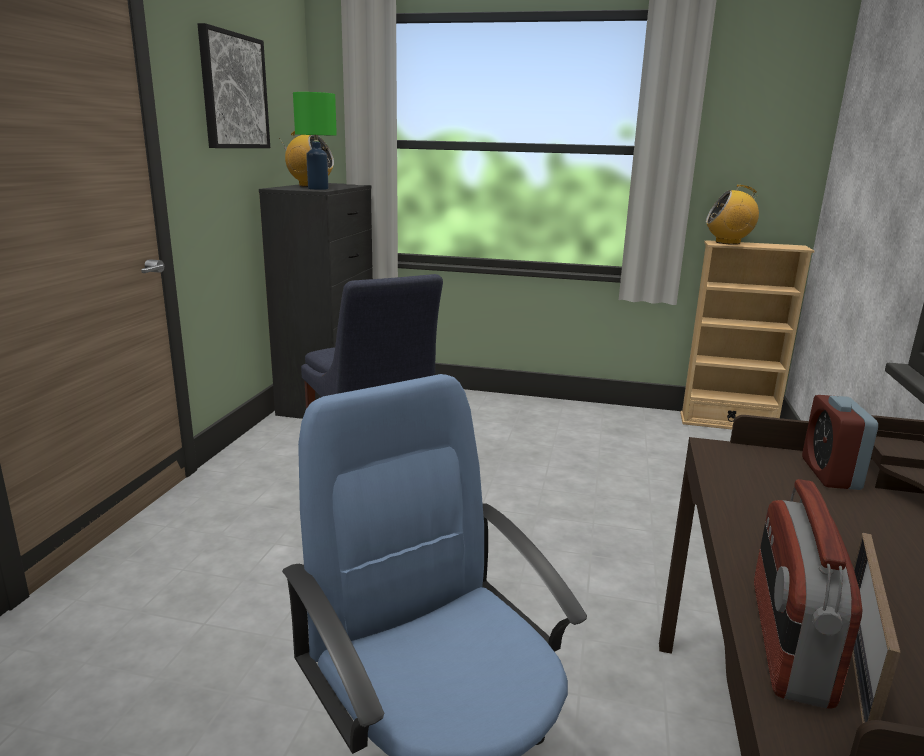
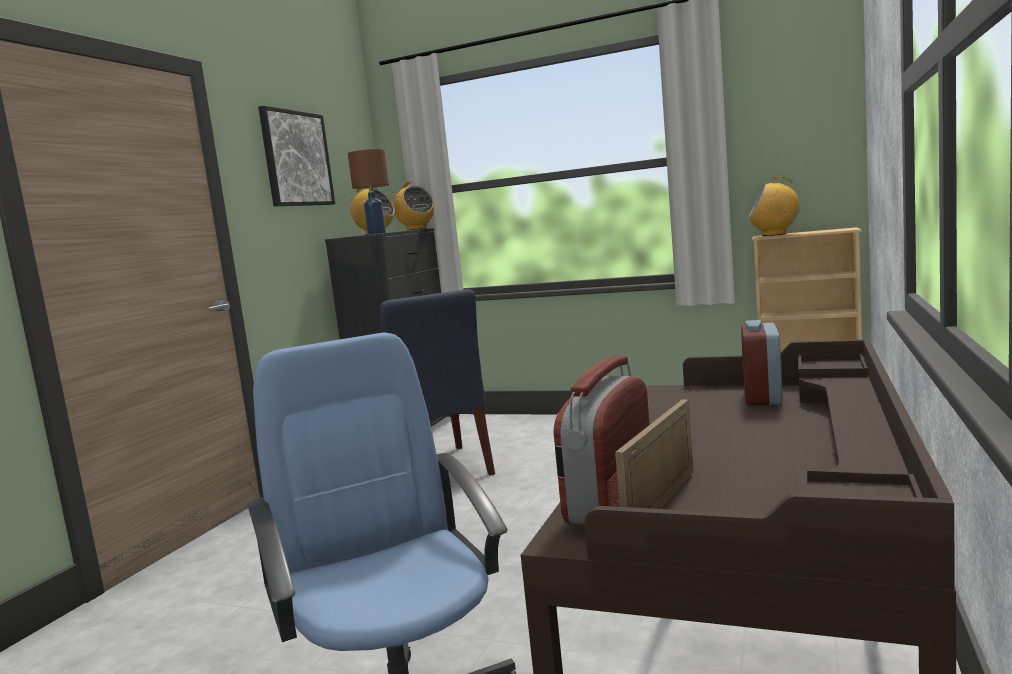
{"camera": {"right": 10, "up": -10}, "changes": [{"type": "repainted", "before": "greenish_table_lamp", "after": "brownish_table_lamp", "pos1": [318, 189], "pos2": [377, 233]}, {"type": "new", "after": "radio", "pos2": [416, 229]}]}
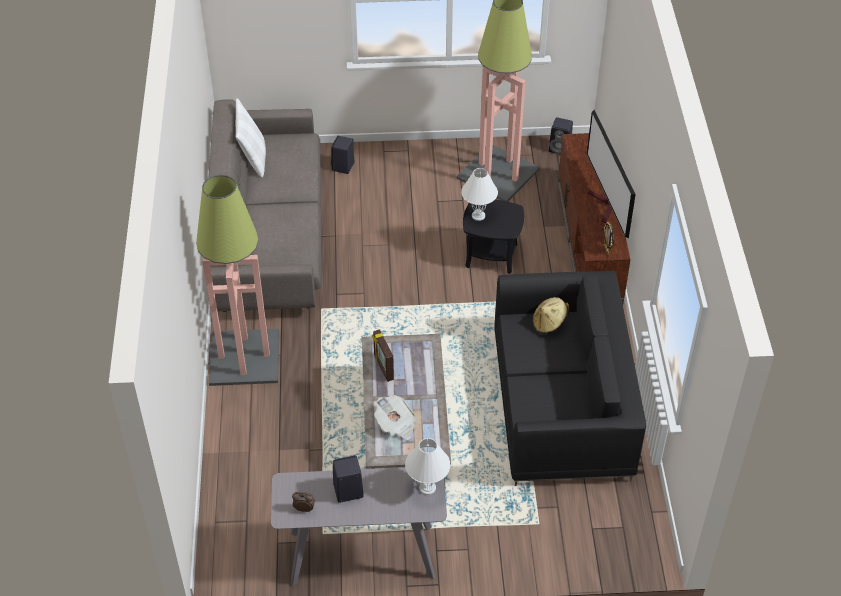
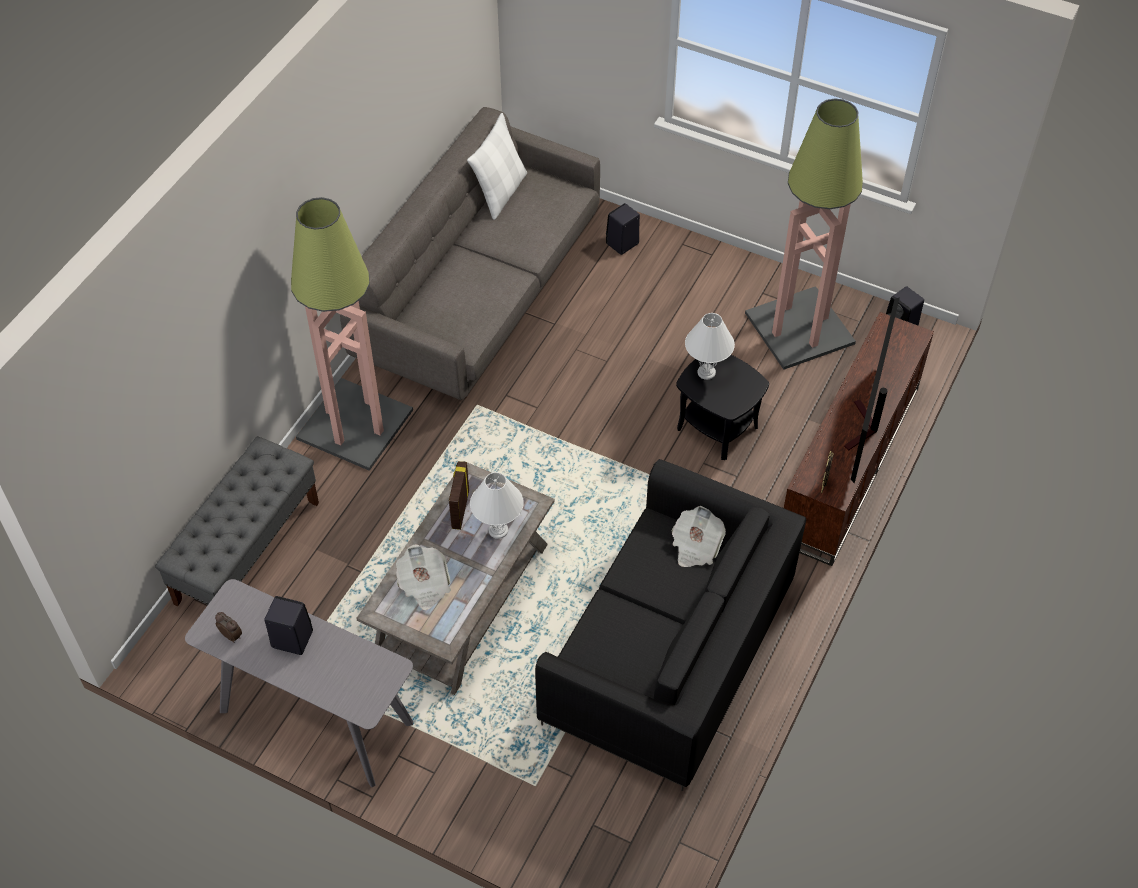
{"camera": {"right": 30, "up": 5}, "changes": [{"type": "new", "after": "greyish_indoor_bench", "pos2": [248, 552]}, {"type": "shifted", "before": "whitish_table_lamp", "pos1": [428, 487], "pos2": [499, 530]}, {"type": "swapped", "before": "beige_clothing_hat", "after": "printed_paper", "pos1": [549, 323], "pos2": [695, 546]}]}
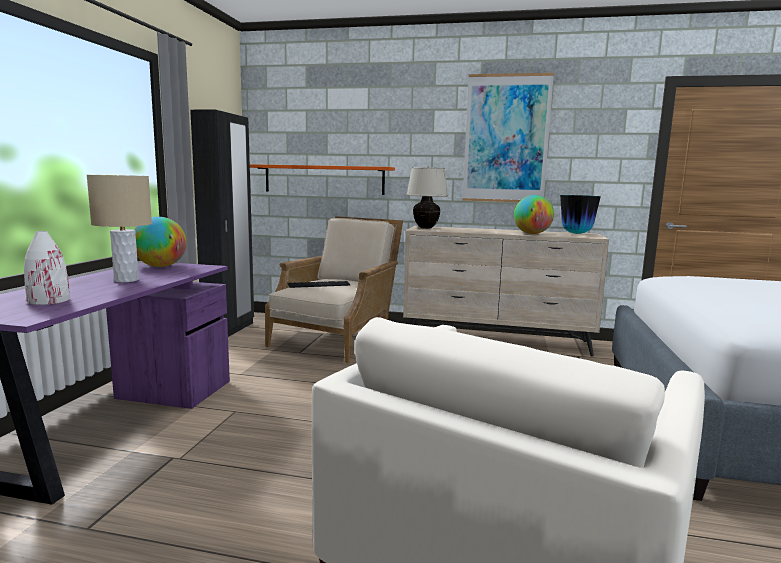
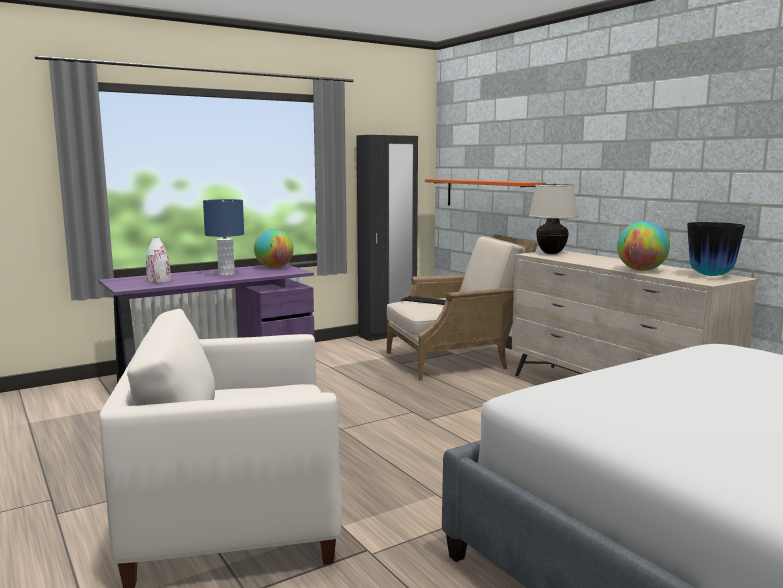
{"camera": {"right": 45, "up": 0}, "changes": [{"type": "repainted", "before": "beige_table_lamp", "after": "blue_table_lamp", "pos1": [127, 280], "pos2": [226, 274]}, {"type": "gone", "before": "wall_picture", "pos1": [506, 139]}]}
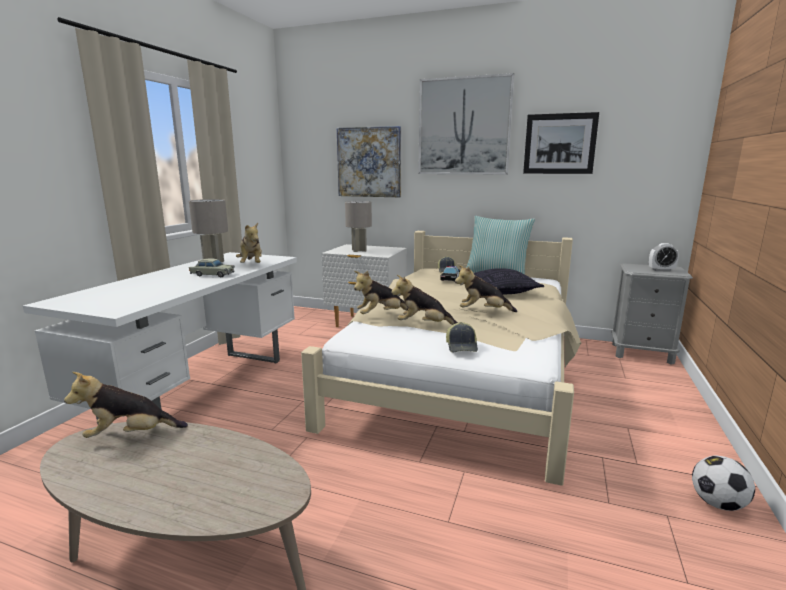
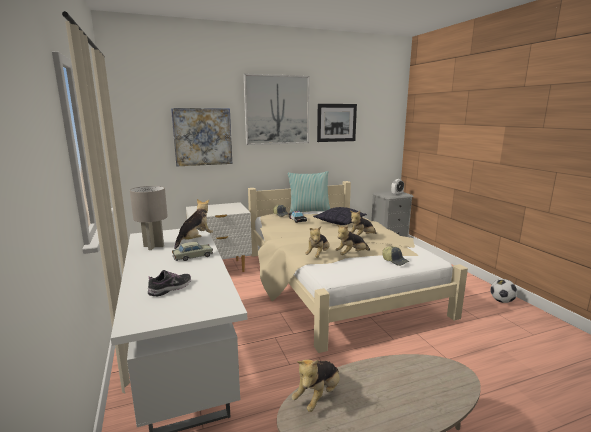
{"camera": {"right": -40, "up": 0}, "changes": [{"type": "new", "after": "shoe", "pos2": [171, 288]}, {"type": "rotated", "before": "soft_toy", "pos1": [251, 265], "pos2": [195, 240], "turn": -90}, {"type": "gone", "before": "greyish_table_lamp", "pos1": [359, 250]}]}
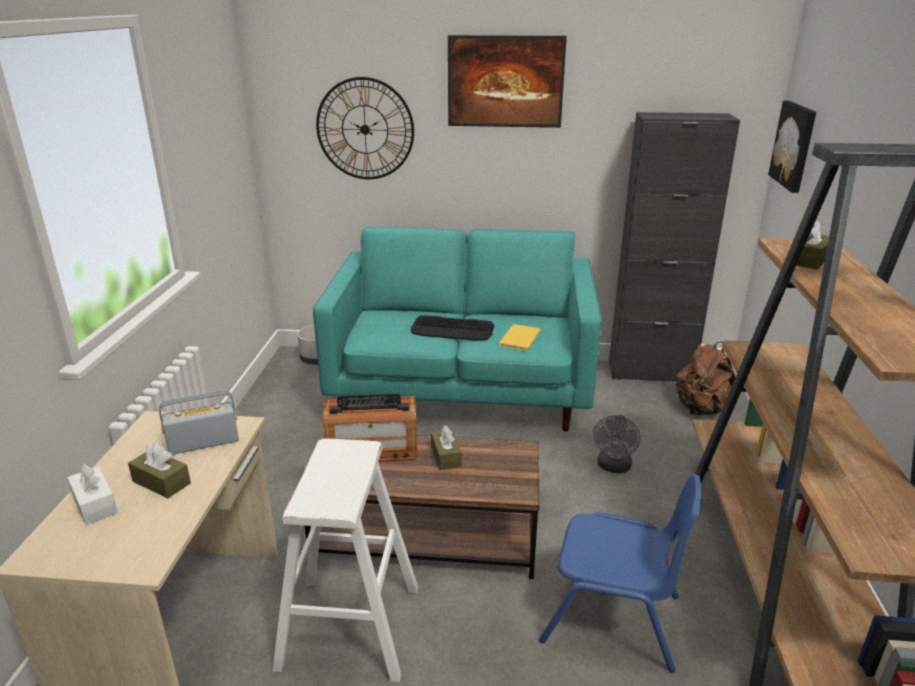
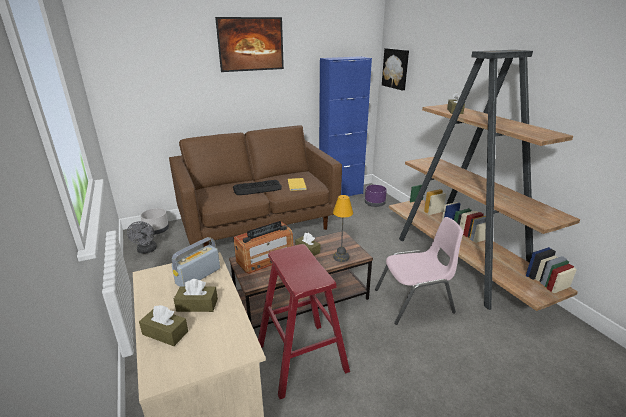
{"camera": {"right": -30, "up": 0}, "changes": [{"type": "shifted", "before": "greyish_electric_fan", "pos1": [613, 467], "pos2": [146, 250]}, {"type": "repainted", "before": "whitish_box_of_tissues", "after": "brownish_box_of_tissues", "pos1": [95, 504], "pos2": [165, 333]}, {"type": "repainted", "before": "turquoise_sofa", "after": "brownish_sofa", "pos1": [462, 392], "pos2": [259, 225]}, {"type": "repainted", "before": "whitish_stool_seat", "after": "reddish_stool_seat", "pos1": [350, 626], "pos2": [301, 358]}, {"type": "repainted", "before": "blackish_cabinet", "after": "blue_cabinet", "pos1": [650, 372], "pos2": [341, 193]}, {"type": "new", "after": "table_lamp", "pos2": [341, 257]}, {"type": "swapped", "before": "brownish_knapsack", "after": "purplish_planter", "pos1": [701, 409], "pos2": [375, 204]}, {"type": "repainted", "before": "blue_chair", "after": "pink_chair", "pos1": [612, 618], "pos2": [414, 302]}, {"type": "gone", "before": "hanging_clock", "pos1": [365, 129]}]}
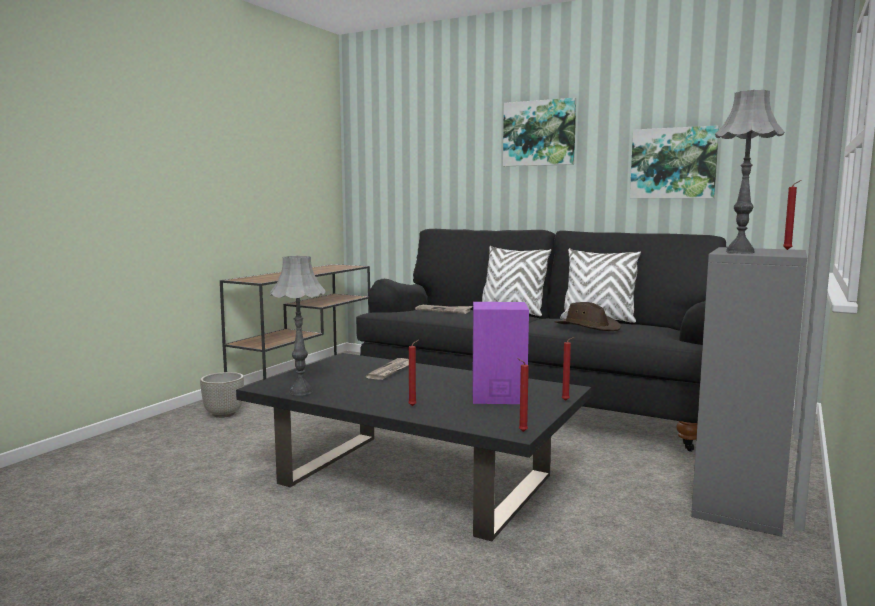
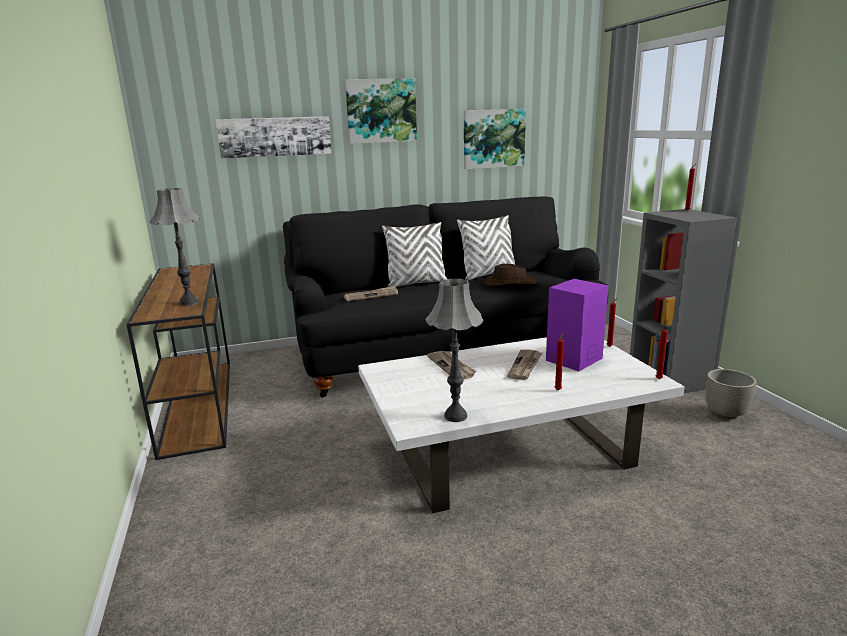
{"camera": {"right": -45, "up": 10}, "changes": [{"type": "shifted", "before": "greyish_table_lamp", "pos1": [739, 252], "pos2": [189, 303]}, {"type": "new", "after": "wall_picture", "pos2": [275, 137]}, {"type": "repainted", "before": "blackish_lounge_table", "after": "whitish_lounge_table", "pos1": [418, 479], "pos2": [510, 449]}, {"type": "new", "after": "printed_paper", "pos2": [525, 366]}, {"type": "shifted", "before": "greyish_planter", "pos1": [223, 414], "pos2": [725, 414]}]}
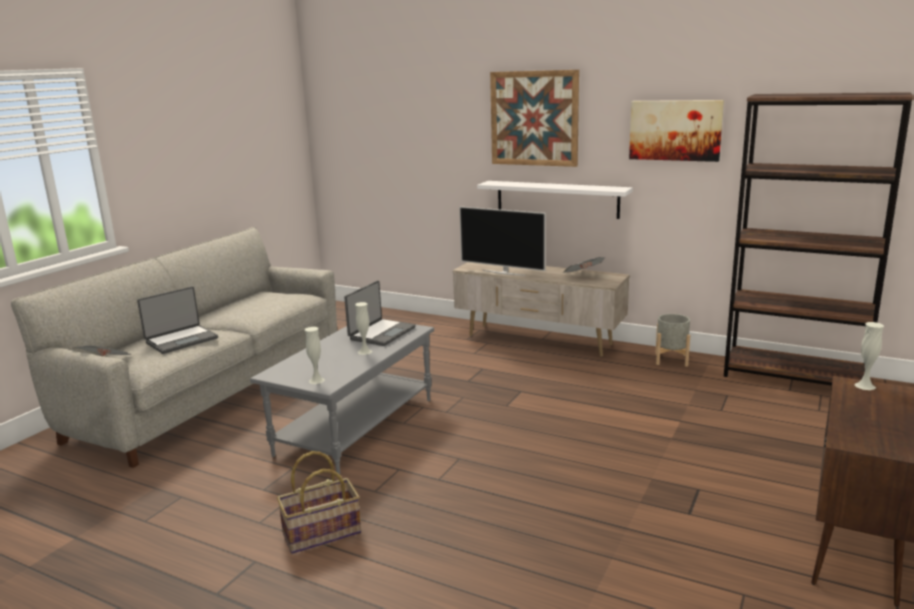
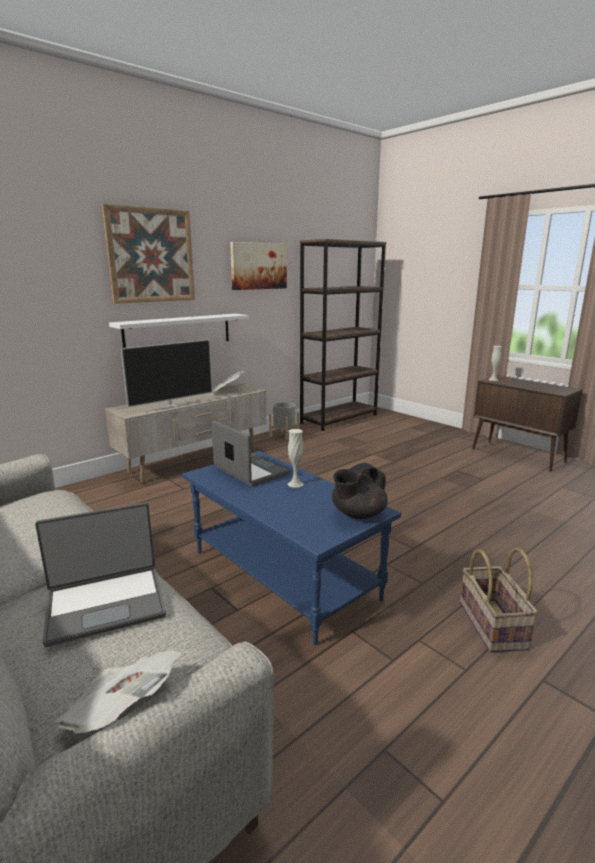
{"camera": {"right": -70, "up": 0}, "changes": [{"type": "rotated", "before": "laptop", "pos1": [181, 340], "pos2": [106, 604], "turn": 90}, {"type": "repainted", "before": "greyish_lounge_table", "after": "blue_lounge_table", "pos1": [355, 426], "pos2": [281, 575]}, {"type": "swapped", "before": "whitish_vase", "after": "blackish_tea_pot", "pos1": [316, 380], "pos2": [357, 514]}]}
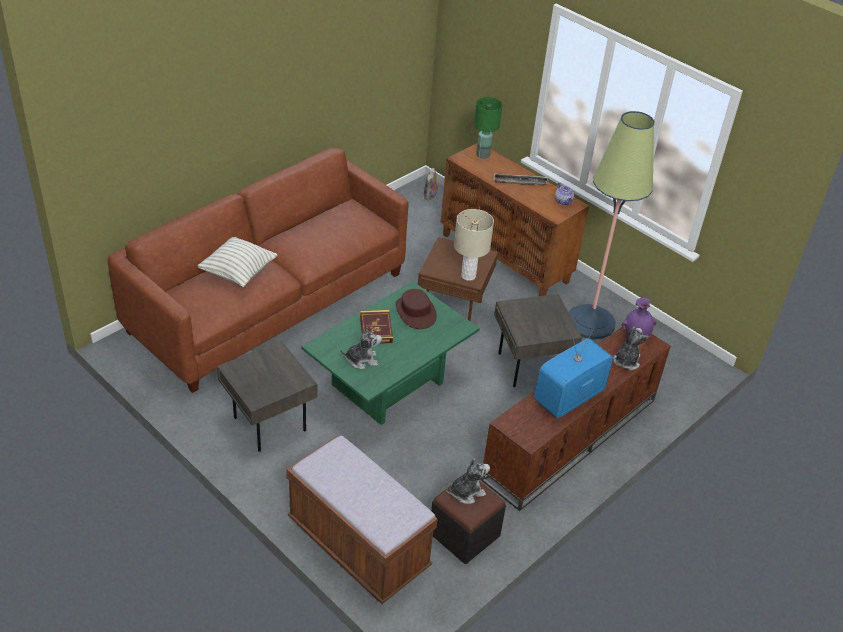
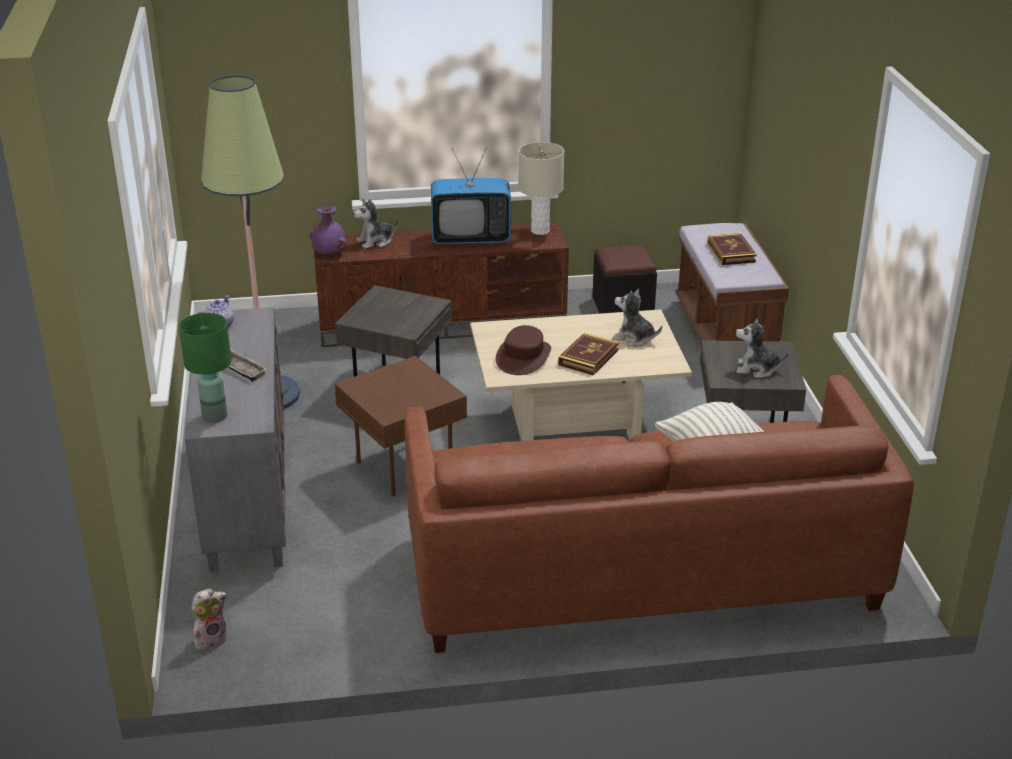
{"camera": {"right": -140, "up": -10}, "changes": [{"type": "repainted", "before": "brownish_cabinet", "after": "greyish_cabinet", "pos1": [506, 258], "pos2": [247, 498]}, {"type": "repainted", "before": "greenish_lounge_table", "after": "beige_lounge_table", "pos1": [388, 386], "pos2": [575, 424]}, {"type": "shifted", "before": "beige_table_lamp", "pos1": [468, 276], "pos2": [540, 231]}, {"type": "new", "after": "bound_book", "pos2": [731, 252]}, {"type": "shifted", "before": "soft_toy", "pos1": [466, 492], "pos2": [757, 369]}]}
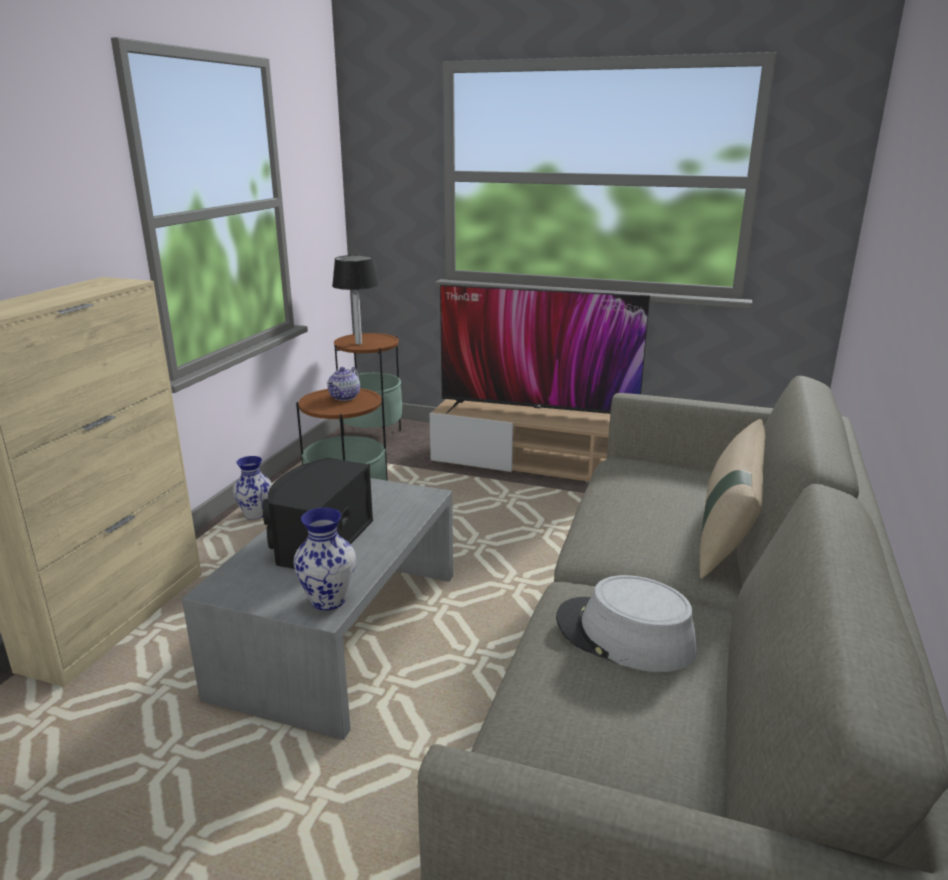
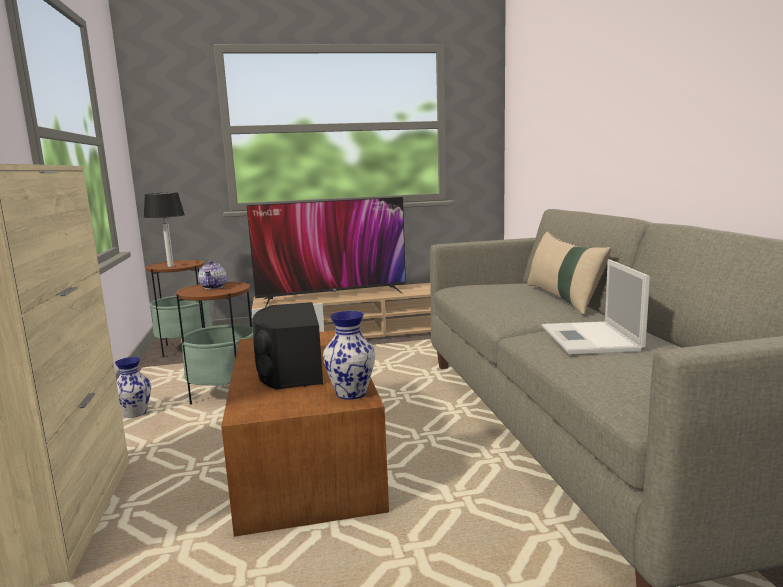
{"camera": {"right": -30, "up": -10}, "changes": [{"type": "repainted", "before": "greyish_lounge_table", "after": "brownish_lounge_table", "pos1": [343, 632], "pos2": [307, 456]}, {"type": "swapped", "before": "greyish_clothing_hat", "after": "laptop", "pos1": [624, 635], "pos2": [591, 339]}]}
